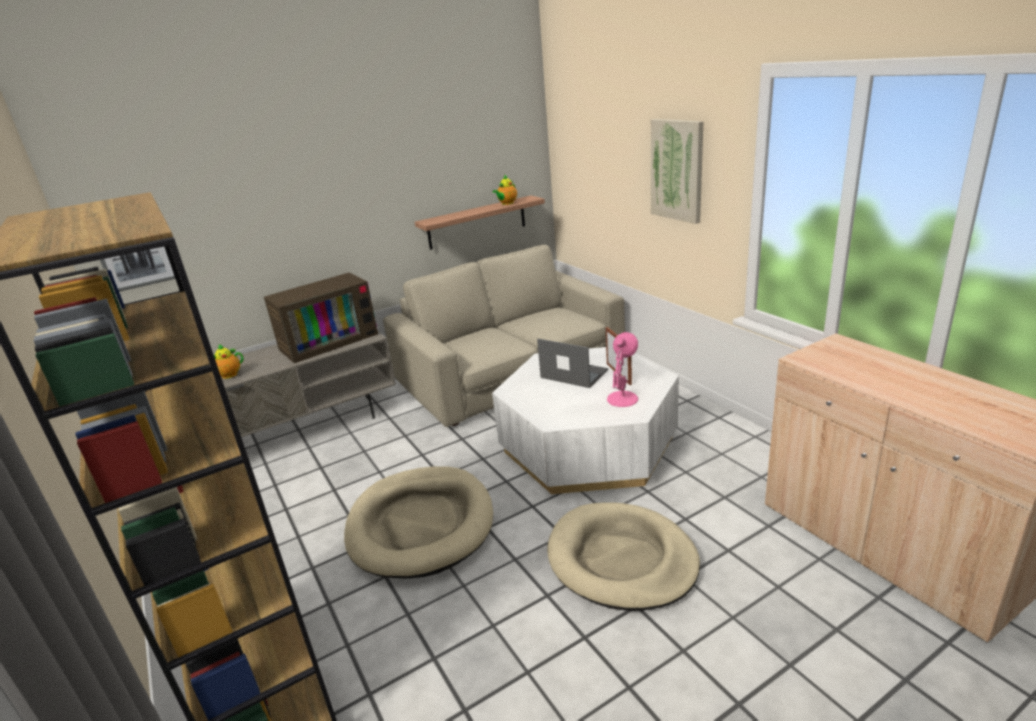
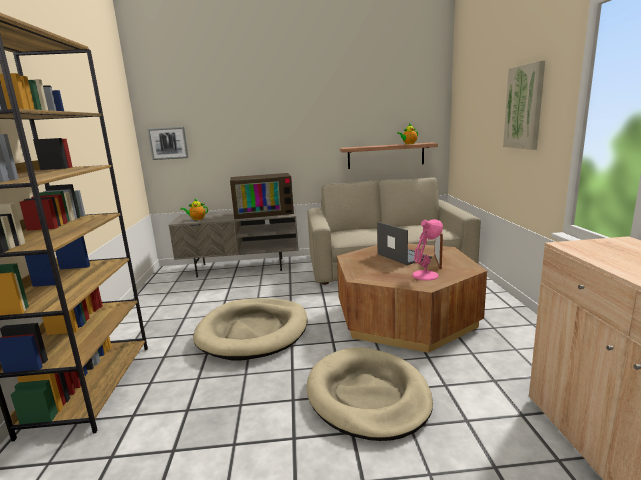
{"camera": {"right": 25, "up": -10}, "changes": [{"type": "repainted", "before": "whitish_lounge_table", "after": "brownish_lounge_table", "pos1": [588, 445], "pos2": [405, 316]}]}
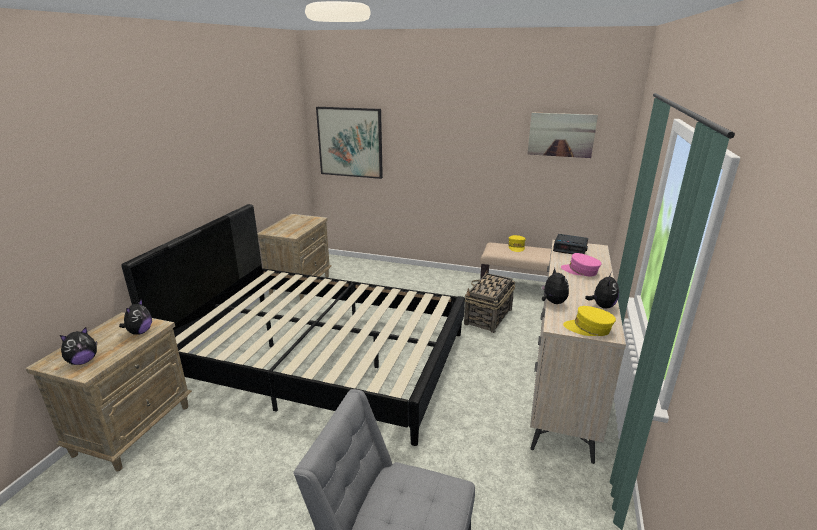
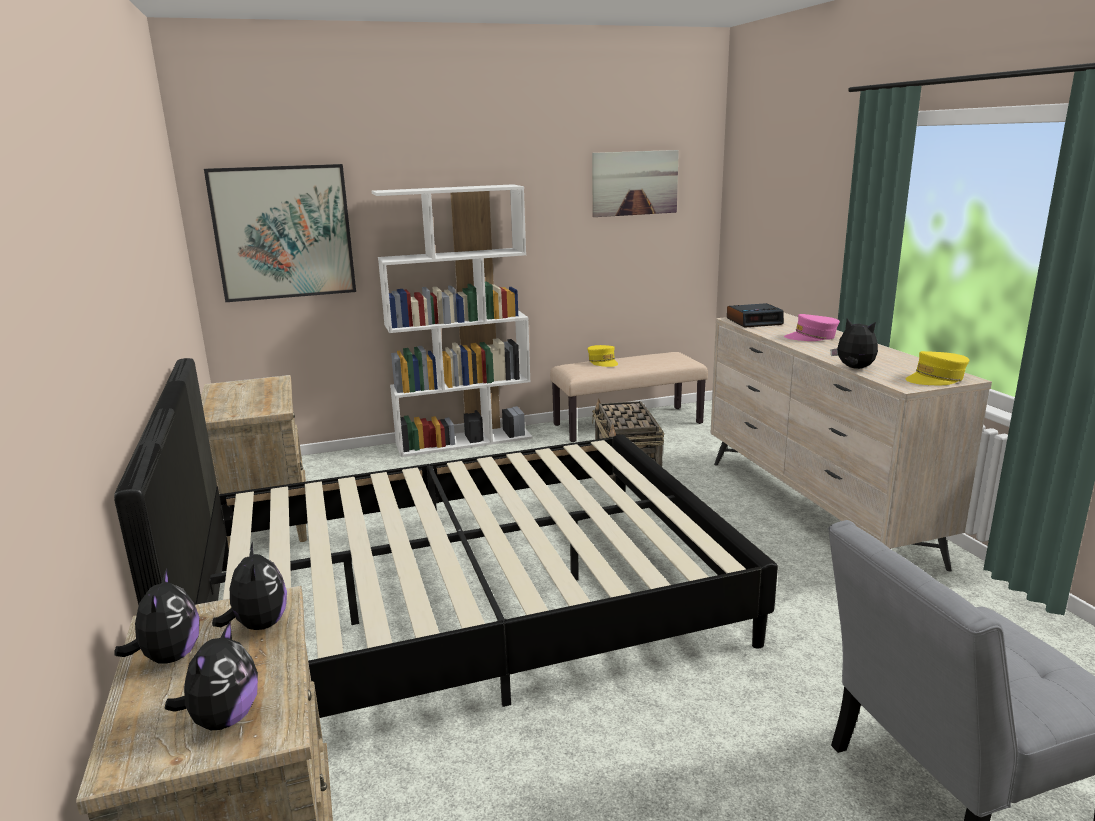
{"camera": {"right": -35, "up": -5}, "changes": [{"type": "shifted", "before": "soft_toy", "pos1": [602, 306], "pos2": [169, 657]}, {"type": "new", "after": "whitish_shelving_unit", "pos2": [464, 441]}]}
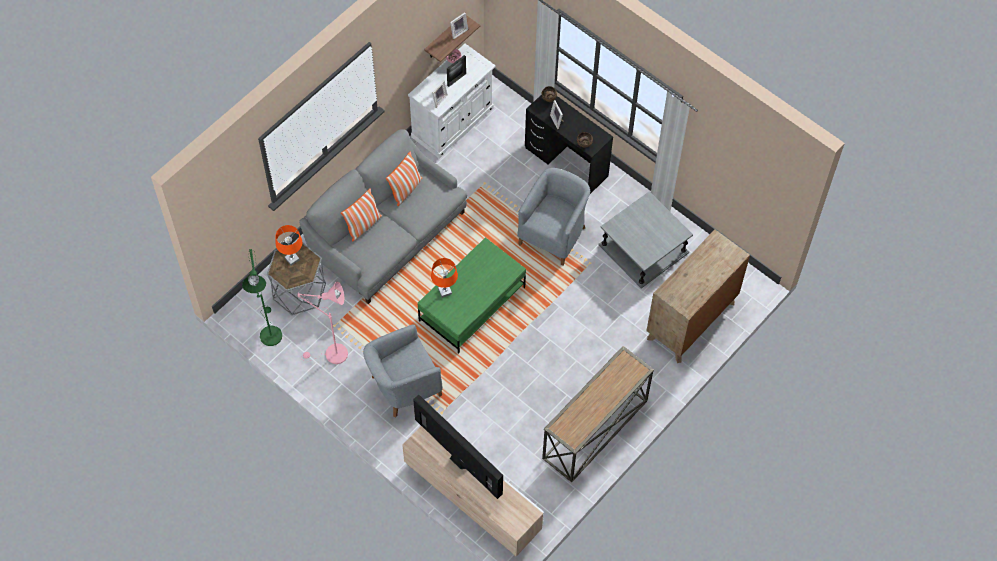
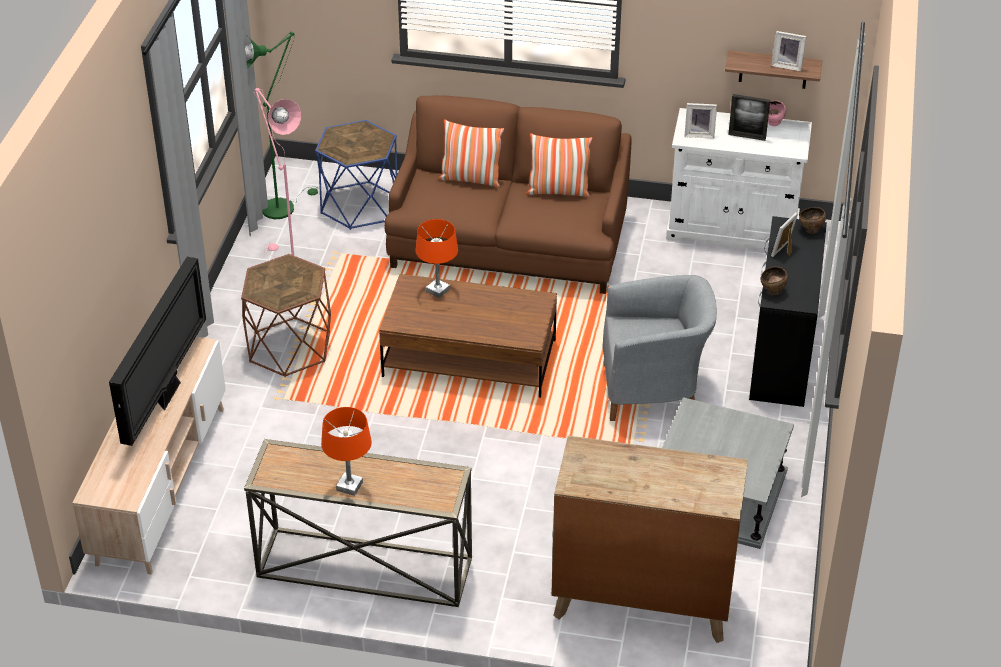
{"camera": {"right": 60, "up": -20}, "changes": [{"type": "swapped", "before": "greyish_lounge_chair", "after": "brownish_side_table", "pos1": [403, 387], "pos2": [290, 347]}, {"type": "repainted", "before": "greyish_side_table", "after": "blue_side_table", "pos1": [299, 291], "pos2": [359, 206]}, {"type": "shifted", "before": "orange_table_lamp", "pos1": [292, 259], "pos2": [349, 486]}, {"type": "repainted", "before": "greenish_lounge_table", "after": "brownish_lounge_table", "pos1": [472, 304], "pos2": [470, 358]}, {"type": "repainted", "before": "greyish_sofa", "after": "brownish_sofa", "pos1": [387, 233], "pos2": [509, 241]}]}
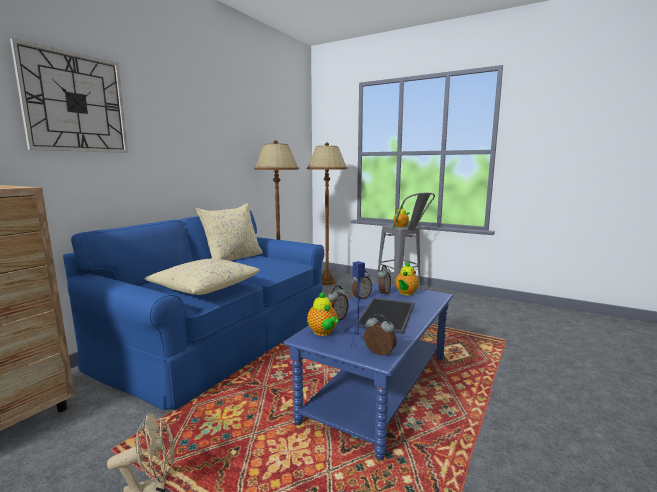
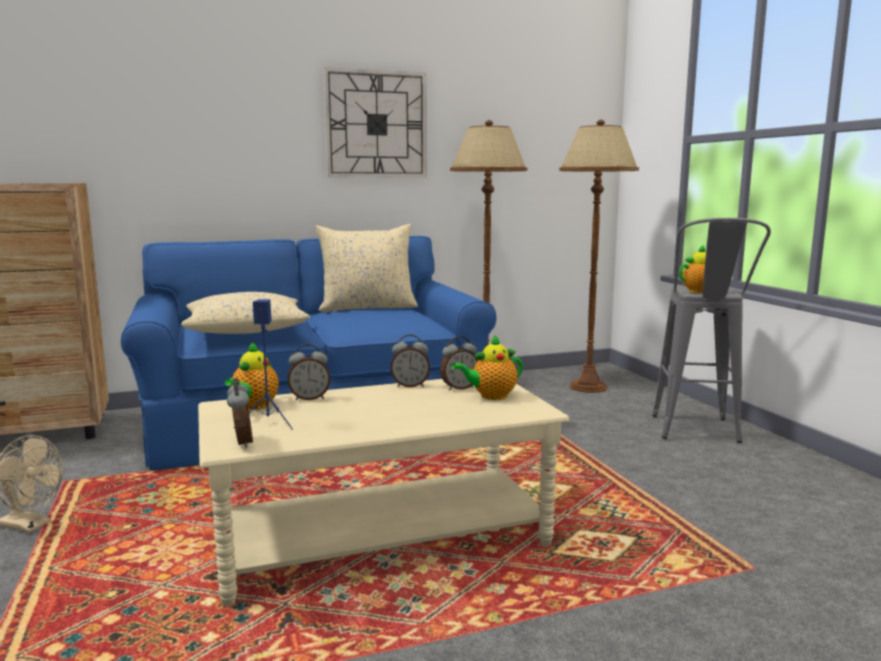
{"camera": {"right": 40, "up": 0}, "changes": [{"type": "repainted", "before": "blue_lounge_table", "after": "beige_lounge_table", "pos1": [379, 386], "pos2": [382, 537]}, {"type": "shifted", "before": "hanging_clock", "pos1": [75, 103], "pos2": [376, 124]}, {"type": "gone", "before": "carrying_tray", "pos1": [387, 315]}]}
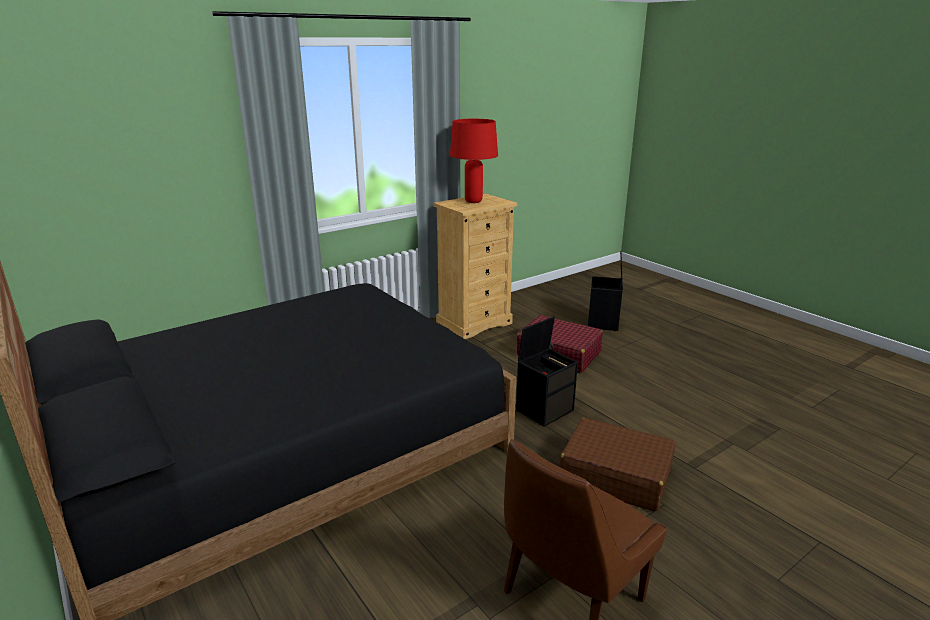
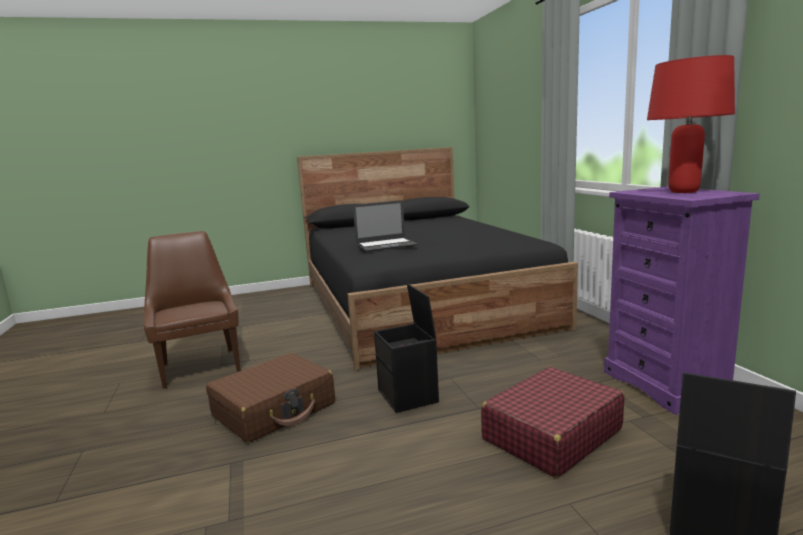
{"camera": {"right": 110, "up": -10}, "changes": [{"type": "new", "after": "laptop", "pos2": [386, 245]}, {"type": "repainted", "before": "beige_dresser", "after": "purplish_dresser", "pos1": [474, 323], "pos2": [666, 385]}]}
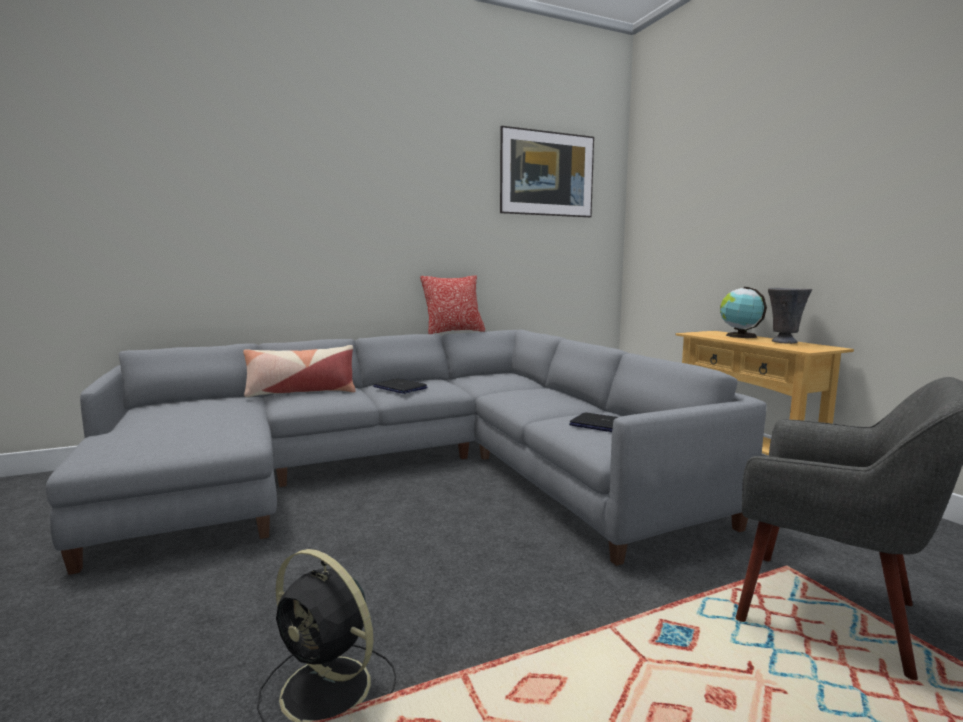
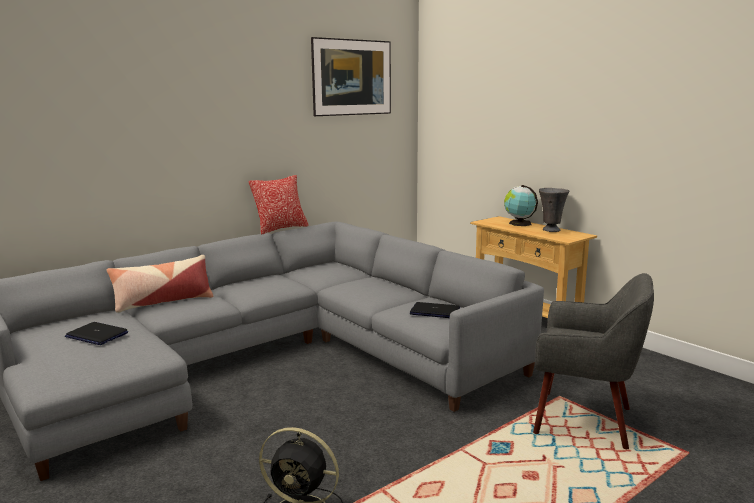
{"camera": {"right": -15, "up": 5}, "changes": [{"type": "shifted", "before": "laptop", "pos1": [400, 387], "pos2": [96, 335]}]}
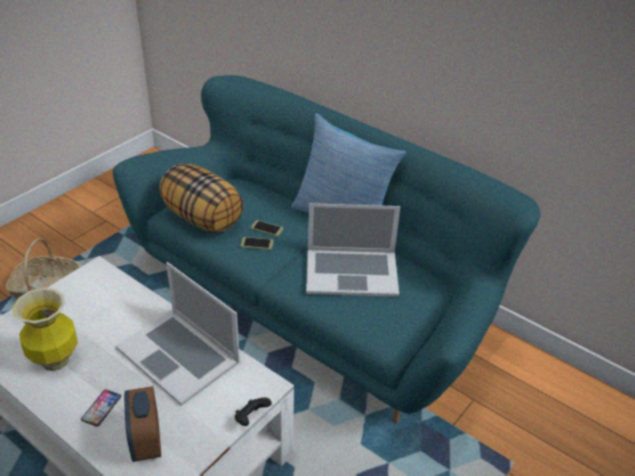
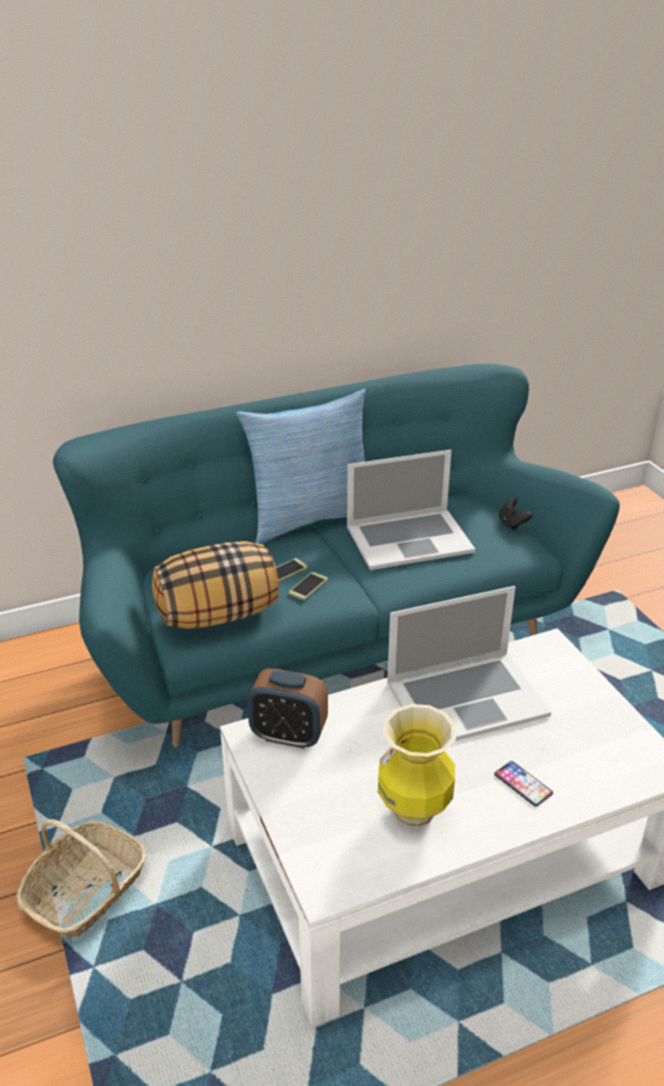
{"camera": {"right": -60, "up": -5}, "changes": [{"type": "shifted", "before": "bedside_clock", "pos1": [146, 442], "pos2": [288, 735]}, {"type": "rotated", "before": "laptop", "pos1": [351, 272], "pos2": [409, 538], "turn": 45}, {"type": "shifted", "before": "blackish_joypad", "pos1": [251, 418], "pos2": [512, 523]}]}
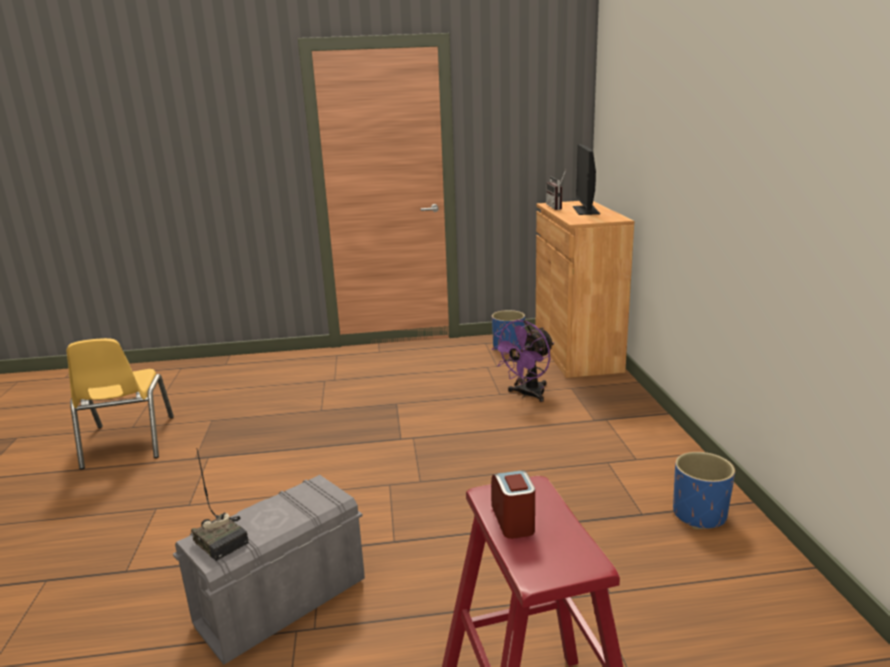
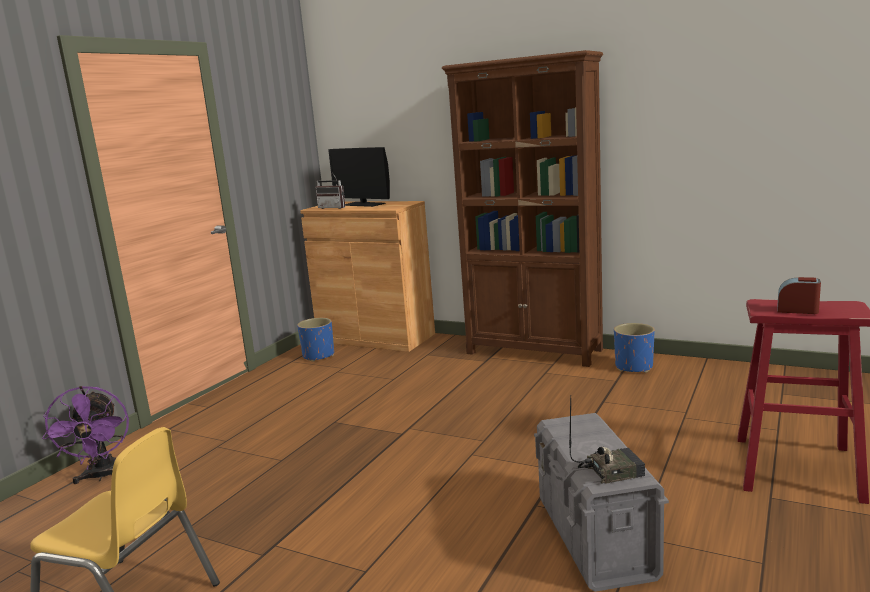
{"camera": {"right": -55, "up": -5}, "changes": [{"type": "shifted", "before": "purplish_electric_fan", "pos1": [527, 395], "pos2": [102, 476]}, {"type": "new", "after": "brownish_shelving_unit", "pos2": [534, 351]}]}
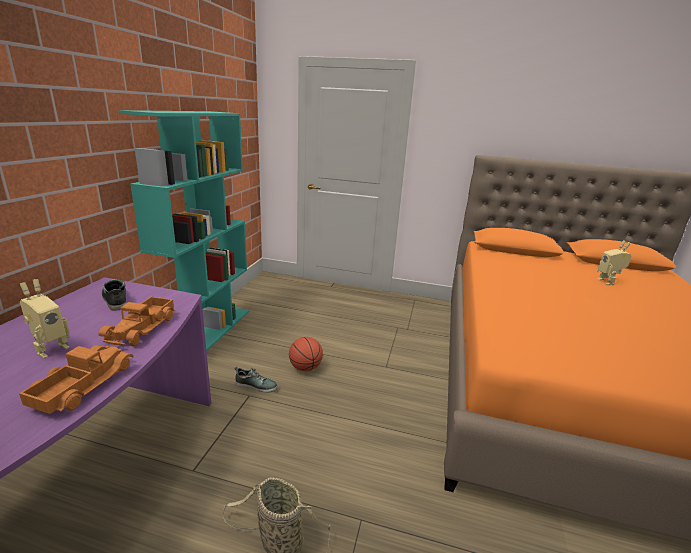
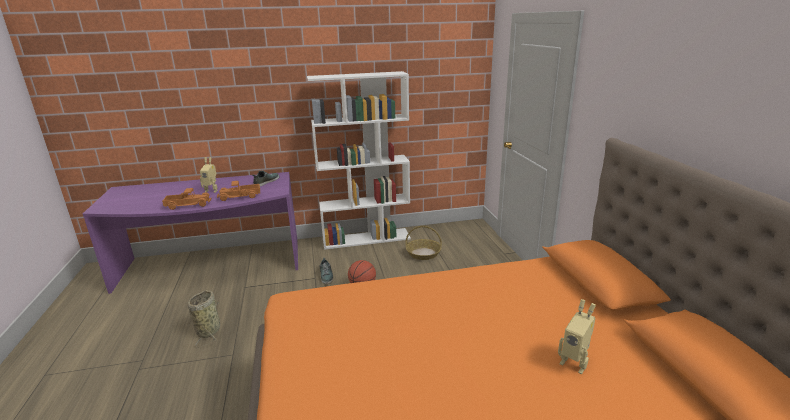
{"camera": {"right": 65, "up": 0}, "changes": [{"type": "repainted", "before": "turquoise_shelving_unit", "after": "whitish_shelving_unit", "pos1": [208, 333], "pos2": [366, 238]}, {"type": "new", "after": "storage_basket", "pos2": [423, 253]}, {"type": "rotated", "before": "toy_robot", "pos1": [608, 282], "pos2": [574, 363], "turn": -105}]}
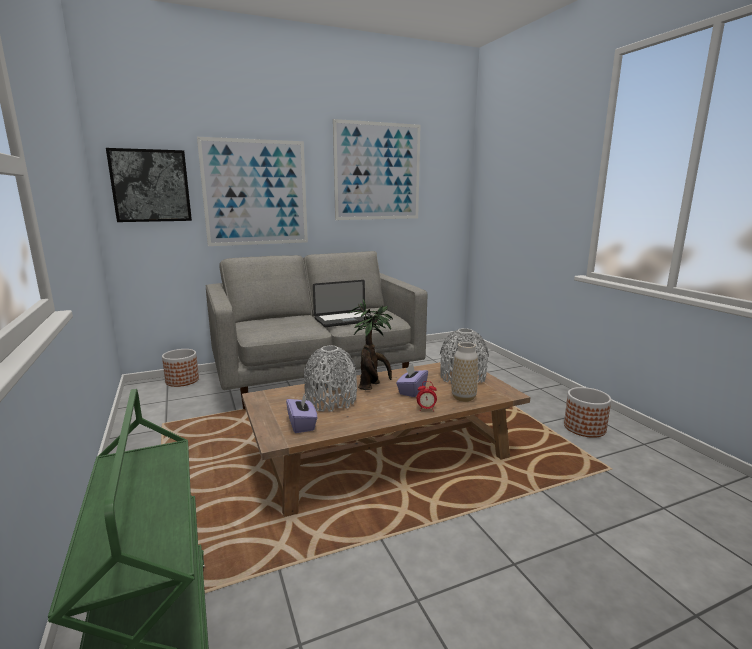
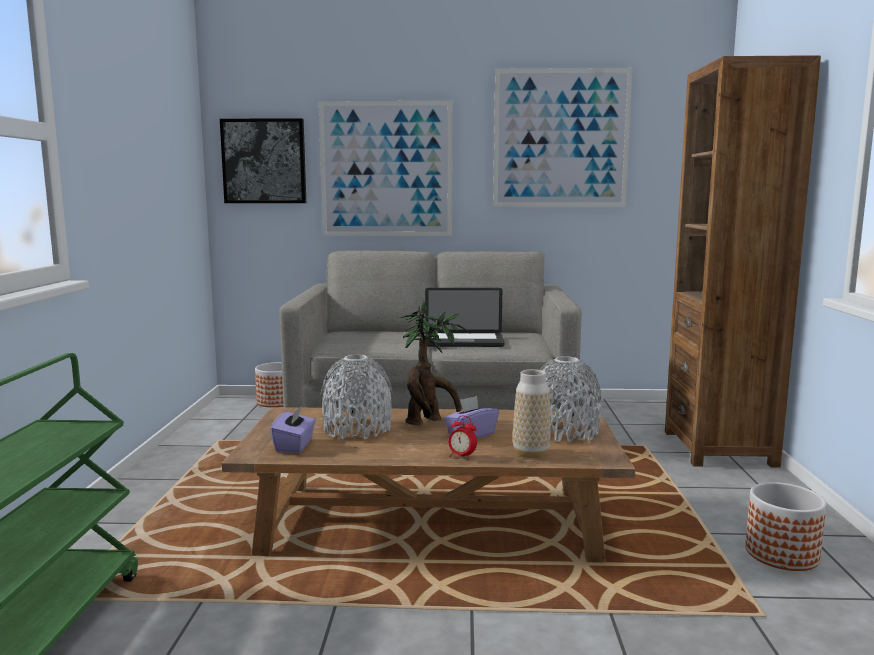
{"camera": {"right": 25, "up": -5}, "changes": [{"type": "new", "after": "brownish_shelving_unit", "pos2": [719, 448]}]}
